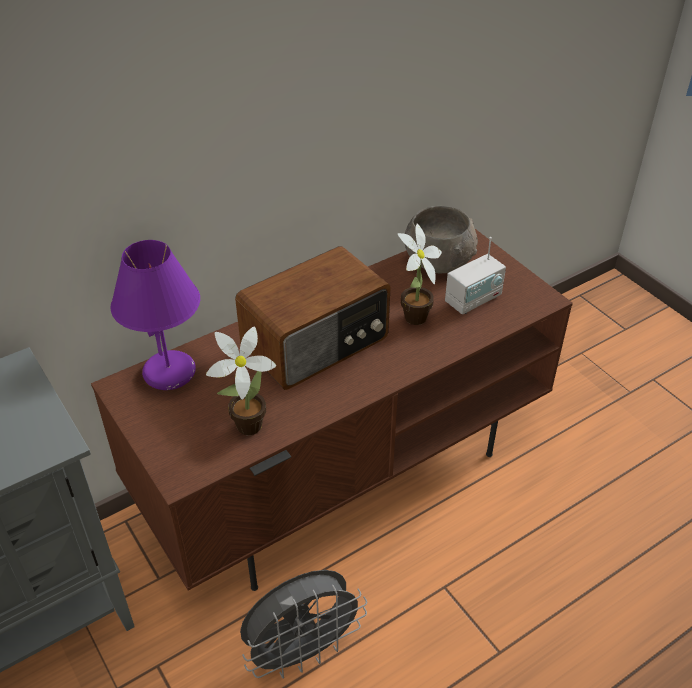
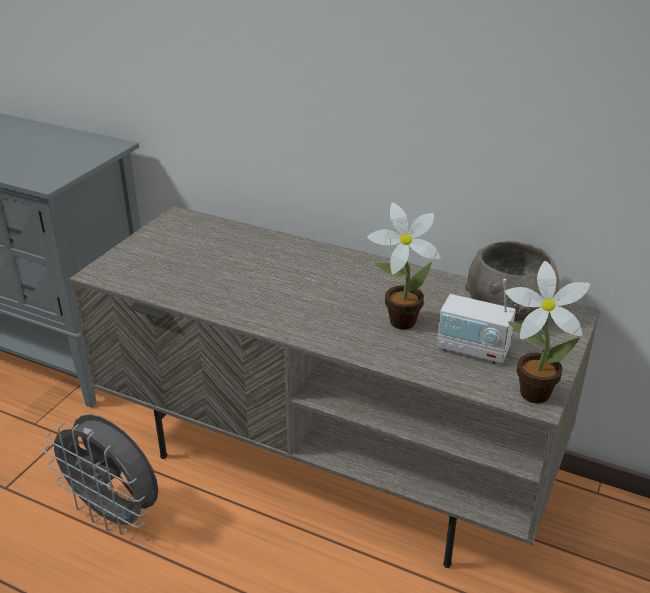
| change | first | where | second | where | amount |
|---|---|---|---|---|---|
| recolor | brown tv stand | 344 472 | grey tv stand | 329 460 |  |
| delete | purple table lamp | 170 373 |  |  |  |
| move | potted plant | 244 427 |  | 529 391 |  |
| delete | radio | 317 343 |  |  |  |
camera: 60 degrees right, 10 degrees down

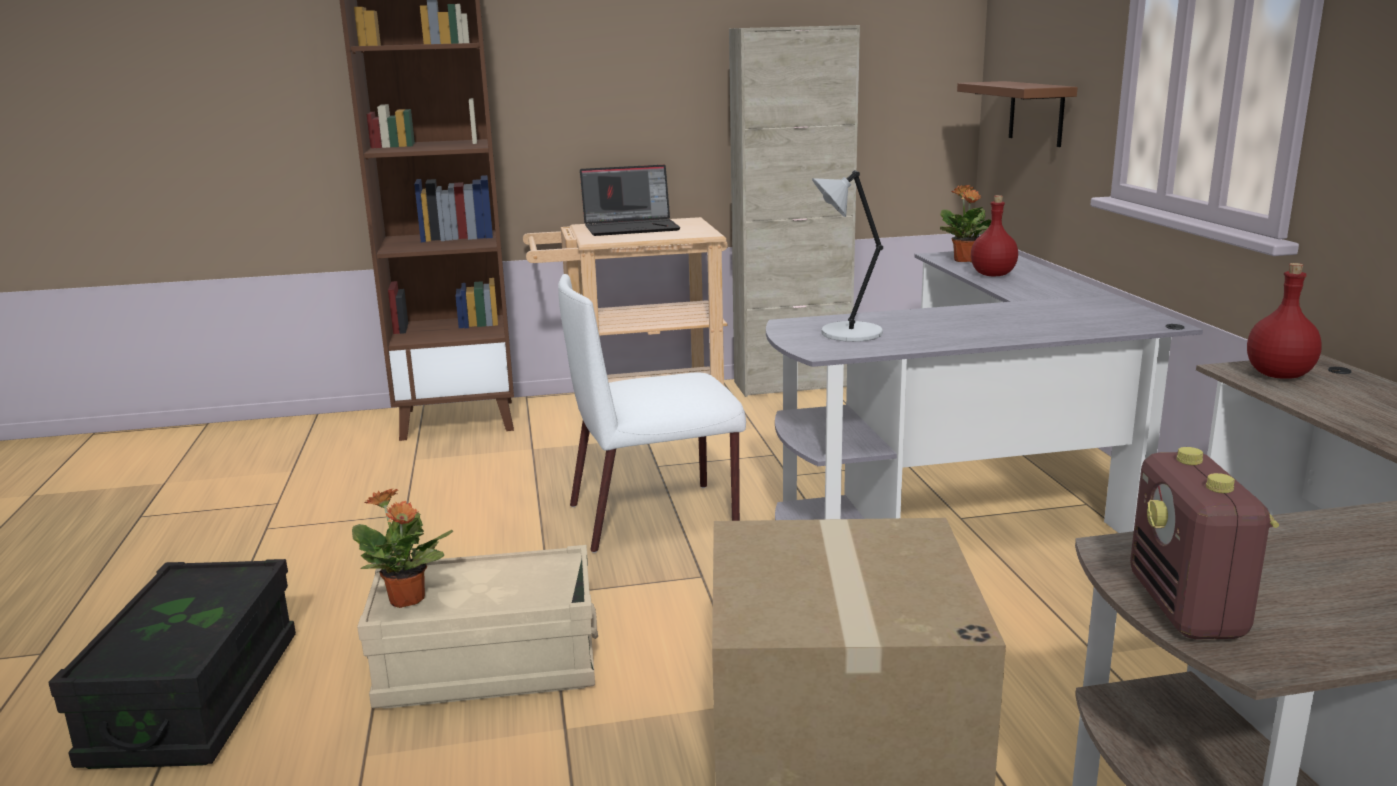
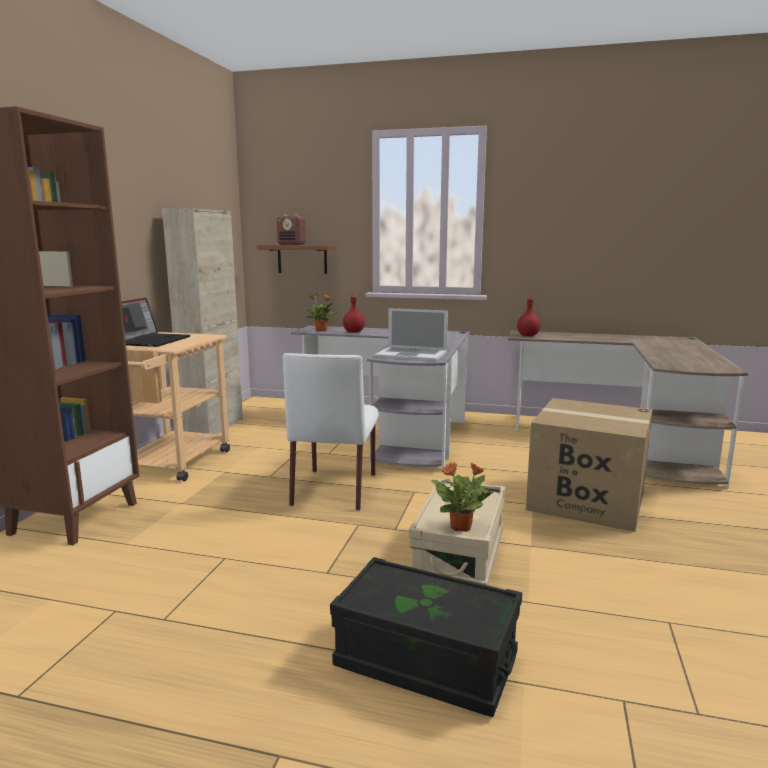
| change | first | where | second | where | amount |
|---|---|---|---|---|---|
| replace | grey table lamp | 847 333 | laptop | 411 354 |  |
| move | radio | 1187 608 |  | 292 244 |  |
camera: 65 degrees left, 5 degrees down

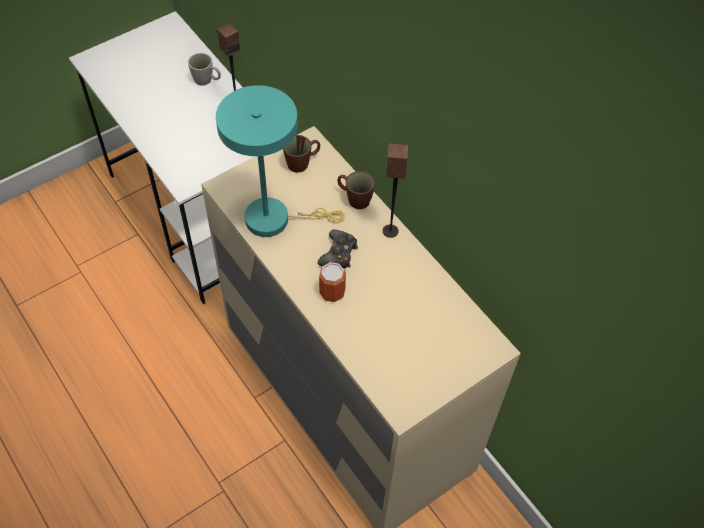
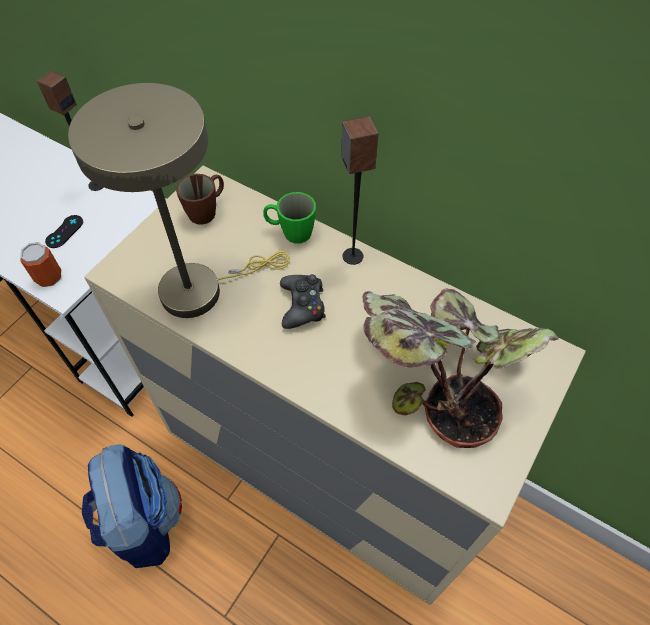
| change | first | where | second | where | amount |
|---|---|---|---|---|---|
| delete | grey mug | 207 80 |  |  |  |
| recolor | turquoise table lamp | 275 218 | beige table lamp | 201 288 |  |
| move | can | 332 292 |  | 49 277 |  |
| recolor | brown mug | 354 198 | green mug | 290 232 |  |
| insert |  |  | black game controller | 64 231 |  |
| insert |  |  | backpack | 143 521 |  |
| insert |  |  | potted plant | 436 373 |  |
camera: 20 degrees left, 0 degrees up

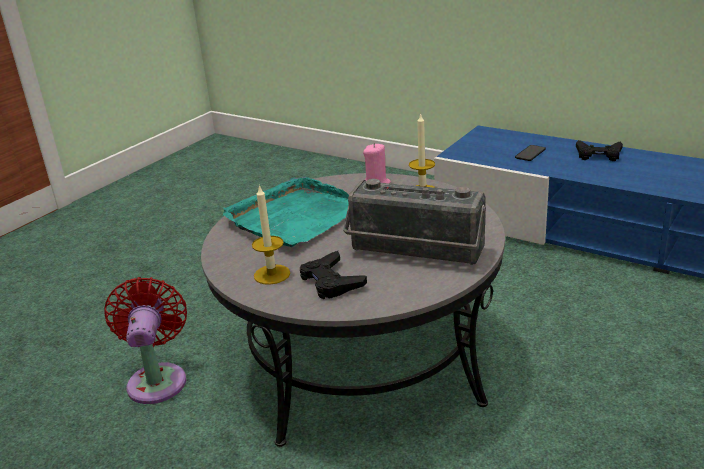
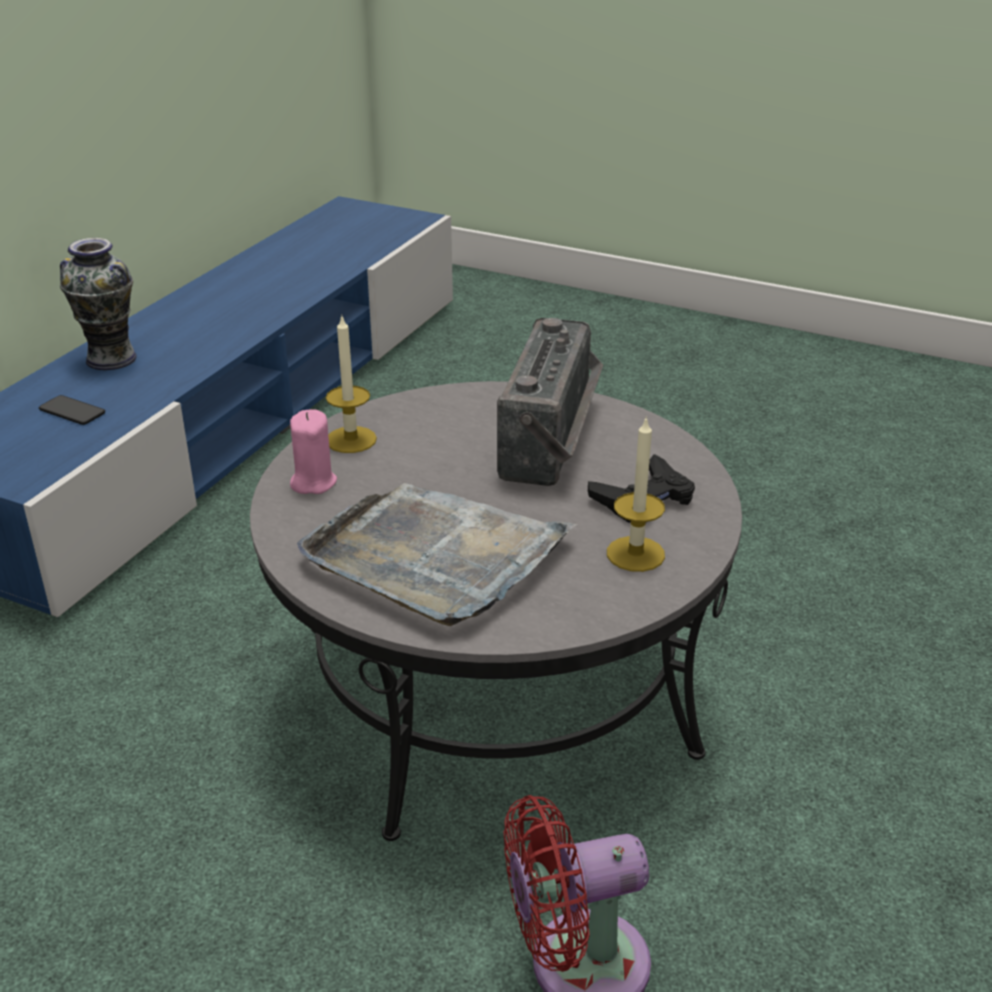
| change | first | where | second | where | amount |
|---|---|---|---|---|---|
| recolor | turquoise tray | 294 217 | grey tray | 435 557 |  |
| replace | black game controller | 598 155 | vase | 111 359 |  |
camera: 100 degrees left, 5 degrees up

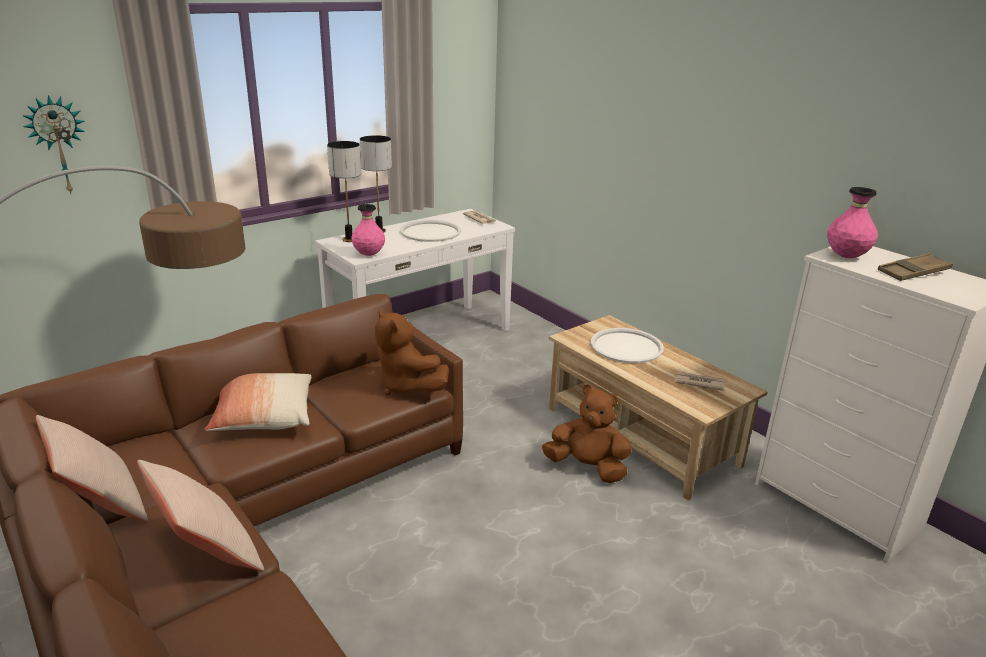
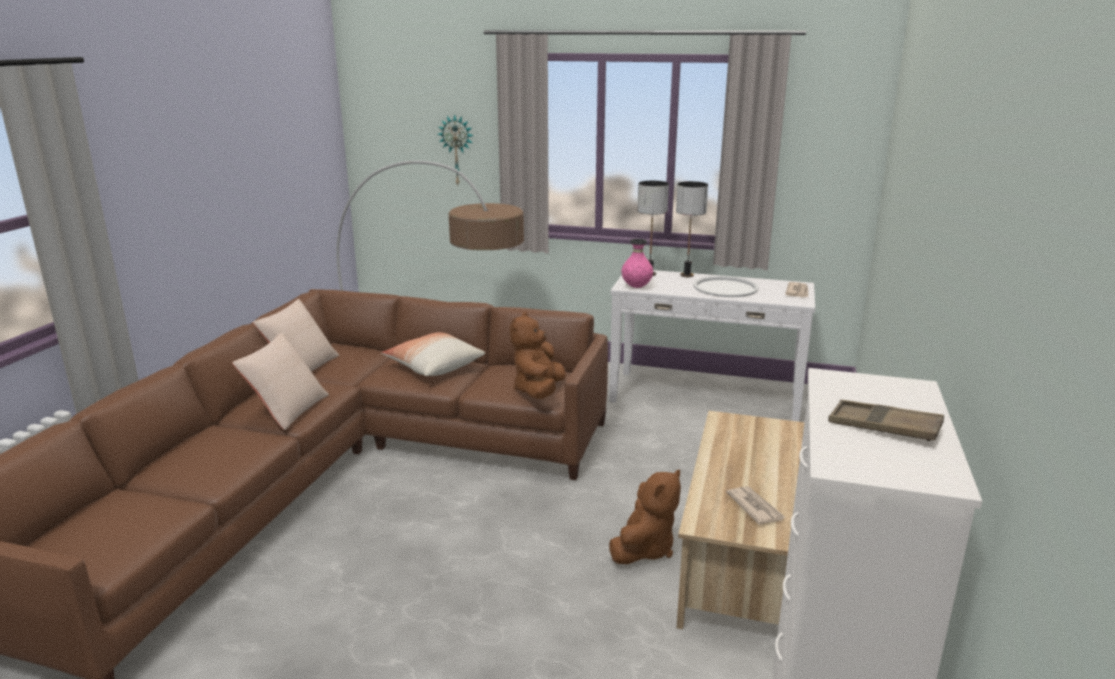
| change | first | where | second | where | amount |
|---|---|---|---|---|---|
| rotate | brown plush toy | 587 468 |  | 644 549 | 45 degrees clockwise |
| delete | white tray | 626 347 |  |  |  |
| delete | pink vase | 846 257 |  |  |  |
camera: 55 degrees right, 5 degrees down

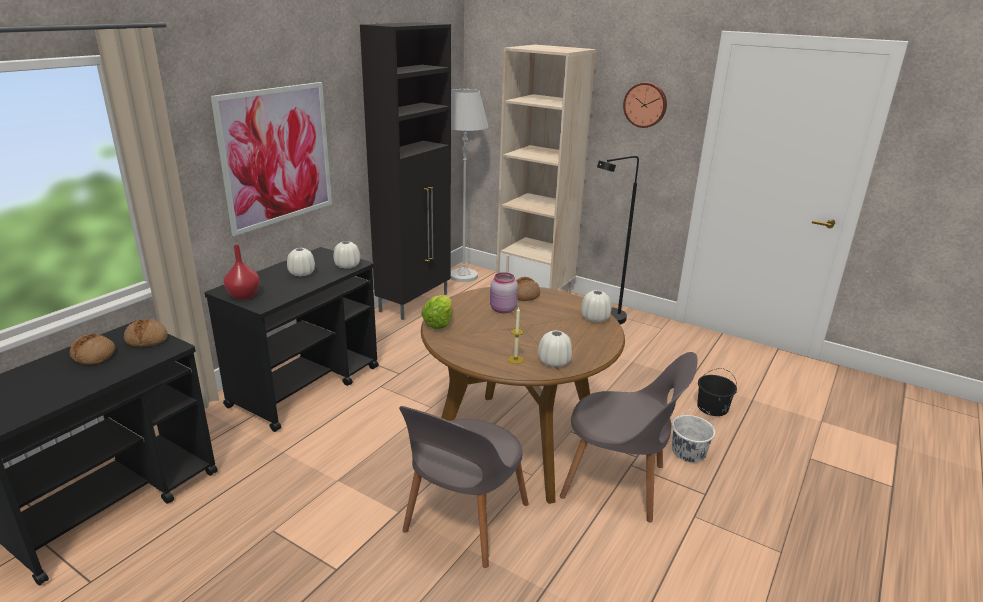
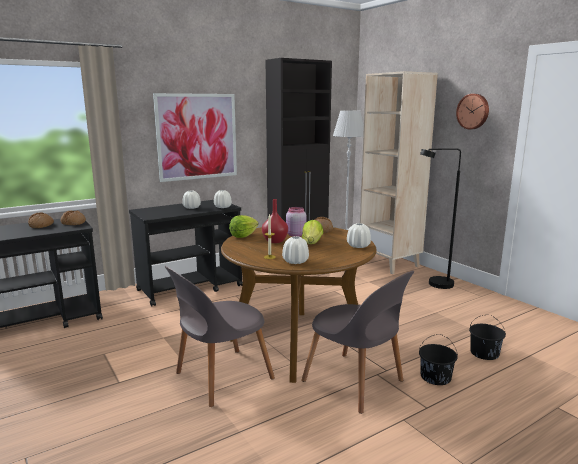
| change | first | where | second | where | amount |
|---|---|---|---|---|---|
| move | red vase | 243 296 |  | 274 241 |  |
| recolor | white bucket | 688 452 | black bucket | 435 377 |  |
| insert |  |  | lettuce | 312 243 |  |
camera: 25 degrees right, 10 degrees down

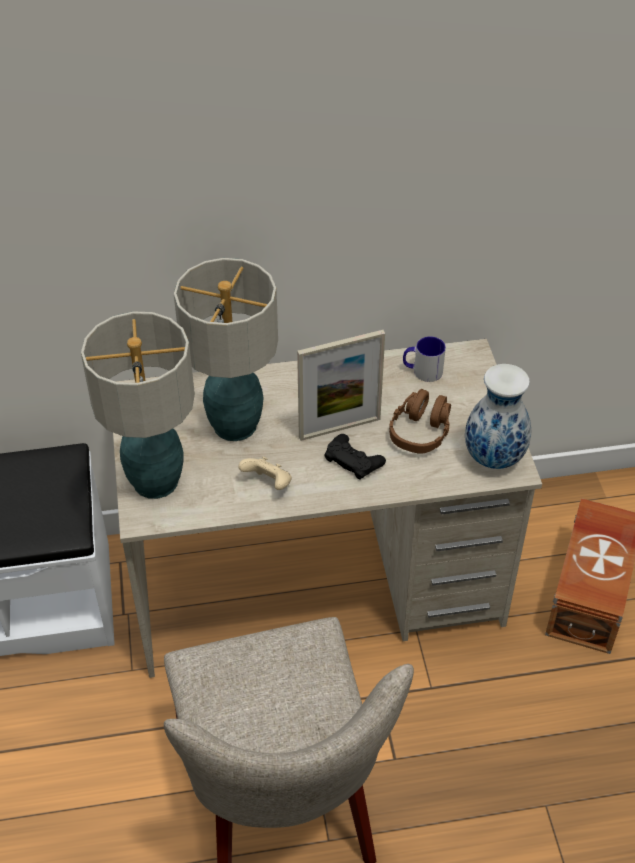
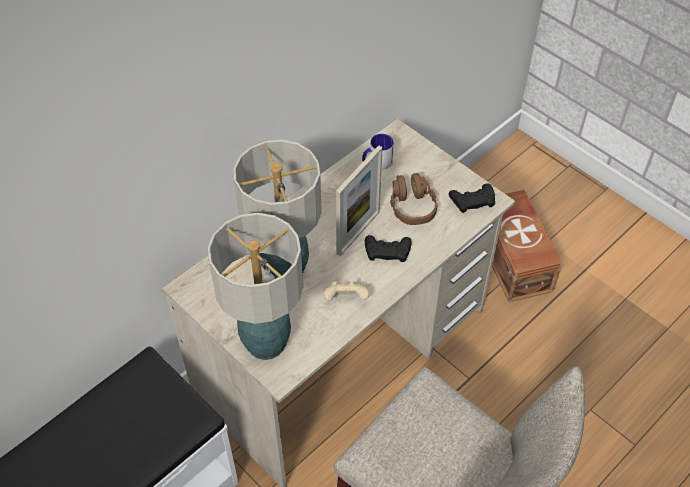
| change | first | where | second | where | amount |
|---|---|---|---|---|---|
| replace | vase | 492 459 | black game controller | 472 200 |  |
camera: 35 degrees left, 5 degrees up

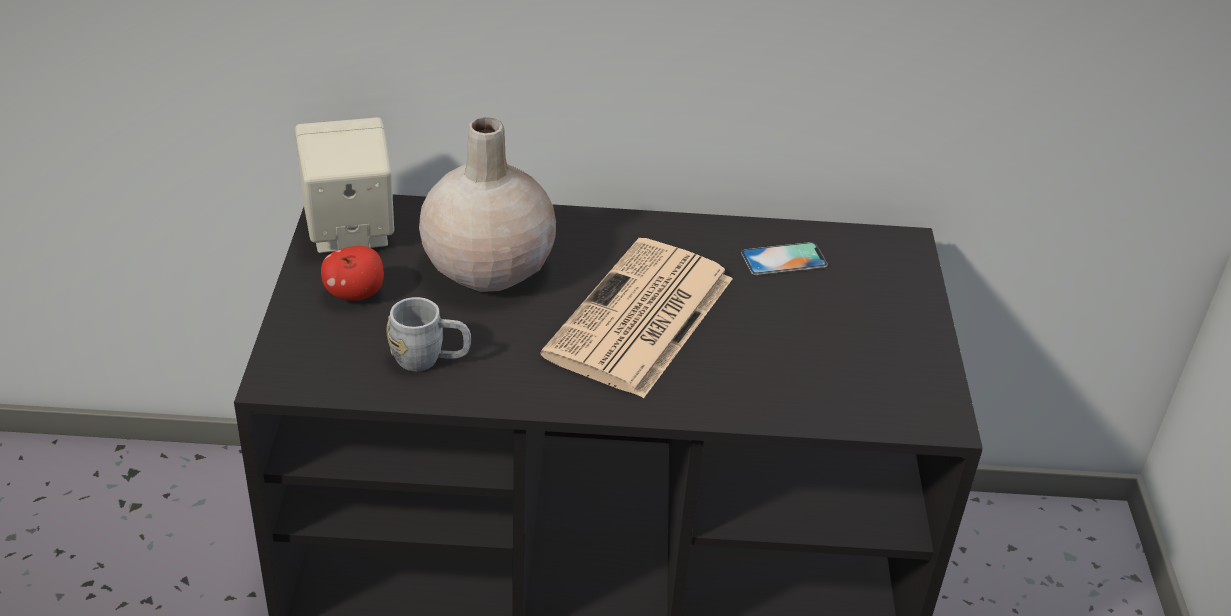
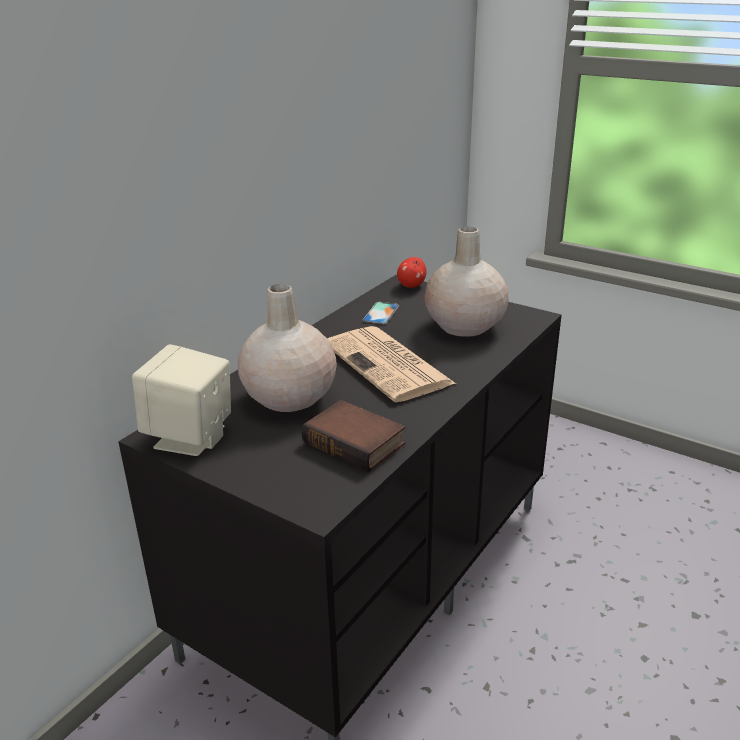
| change | first | where | second | where | amount |
|---|---|---|---|---|---|
| move | apple | 355 294 |  | 411 286 |  |
| replace | grey mug | 429 359 | book | 357 442 |  |
| insert |  |  | beige vase | 464 326 |  |
camera: 55 degrees left, 10 degrees down

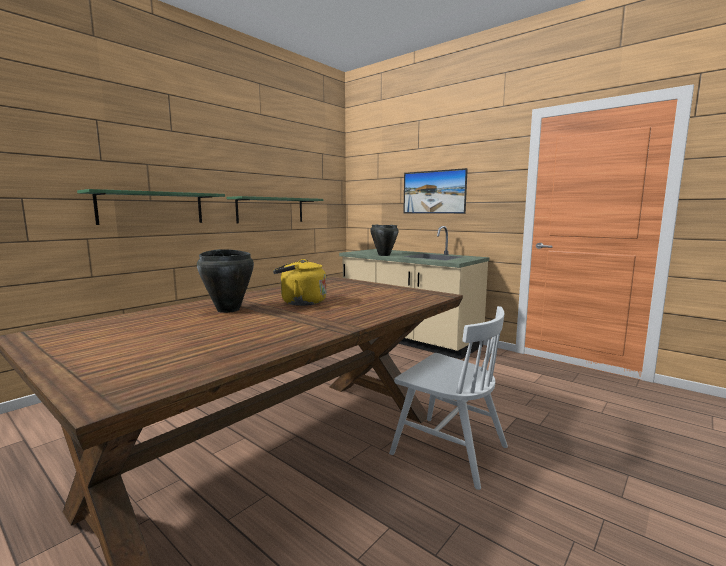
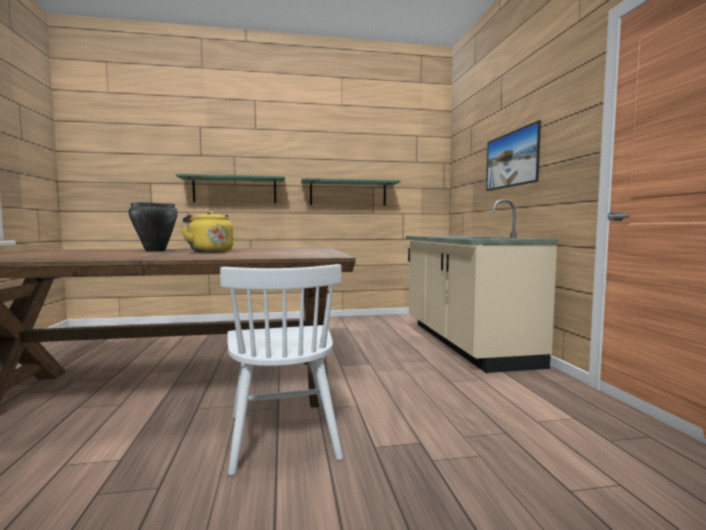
| change | first | where | second | where | amount |
|---|---|---|---|---|---|
| delete | black cooking pot | 383 255 |  |  |  |
camera: 40 degrees right, 5 degrees down

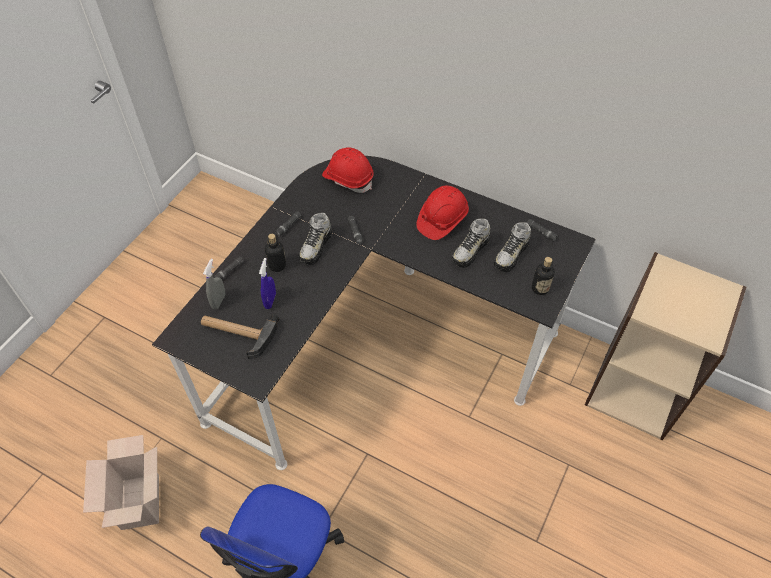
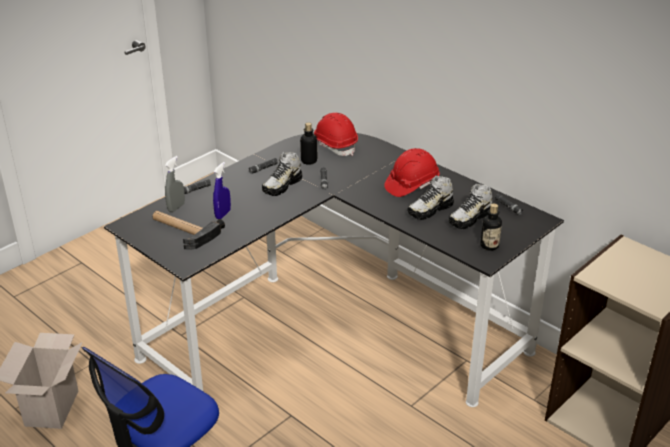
| change | first | where | second | where | amount |
|---|---|---|---|---|---|
| move | bottle | 277 265 |  | 309 161 |  |
camera: 15 degrees right, 20 degrees down

